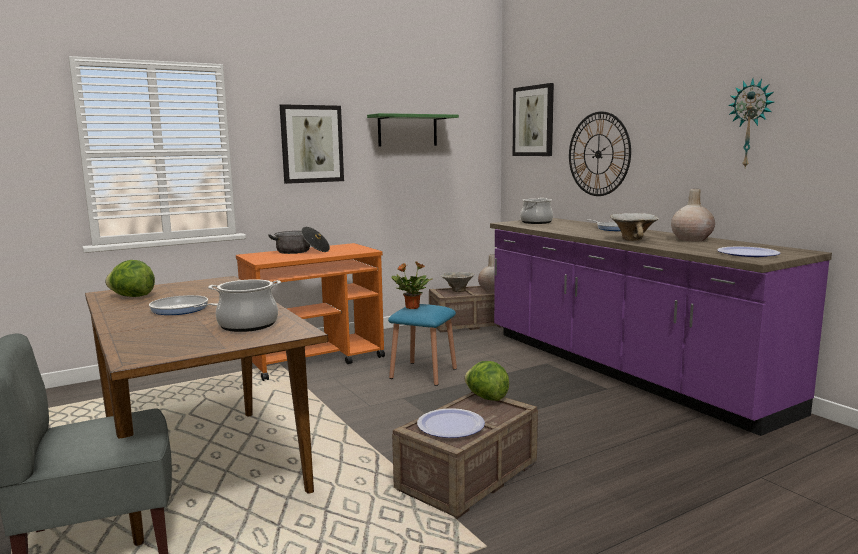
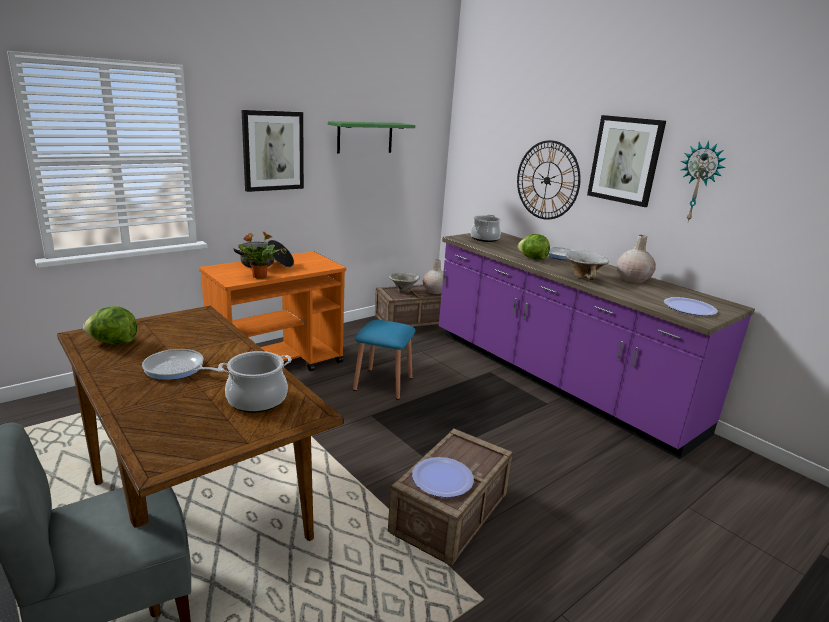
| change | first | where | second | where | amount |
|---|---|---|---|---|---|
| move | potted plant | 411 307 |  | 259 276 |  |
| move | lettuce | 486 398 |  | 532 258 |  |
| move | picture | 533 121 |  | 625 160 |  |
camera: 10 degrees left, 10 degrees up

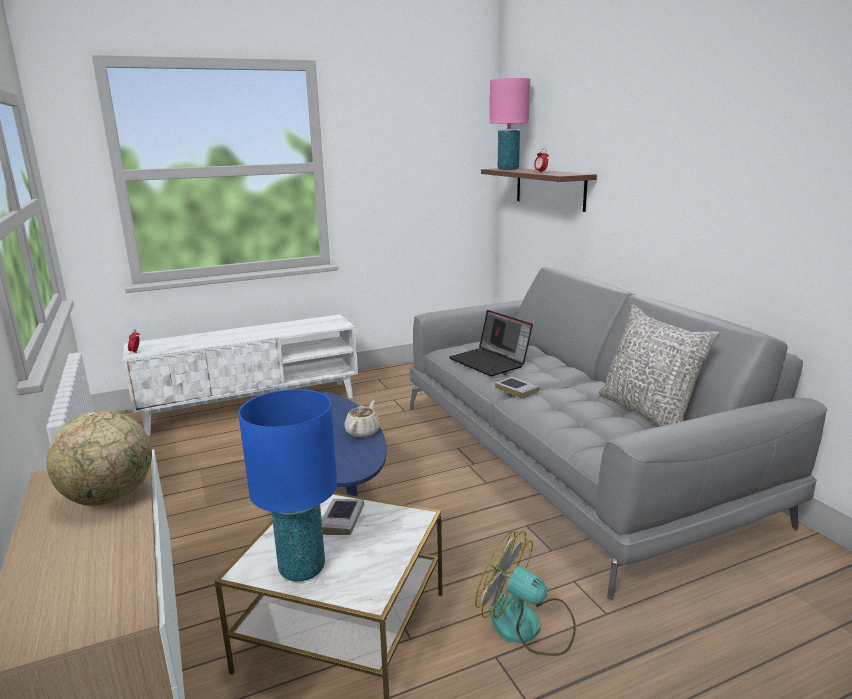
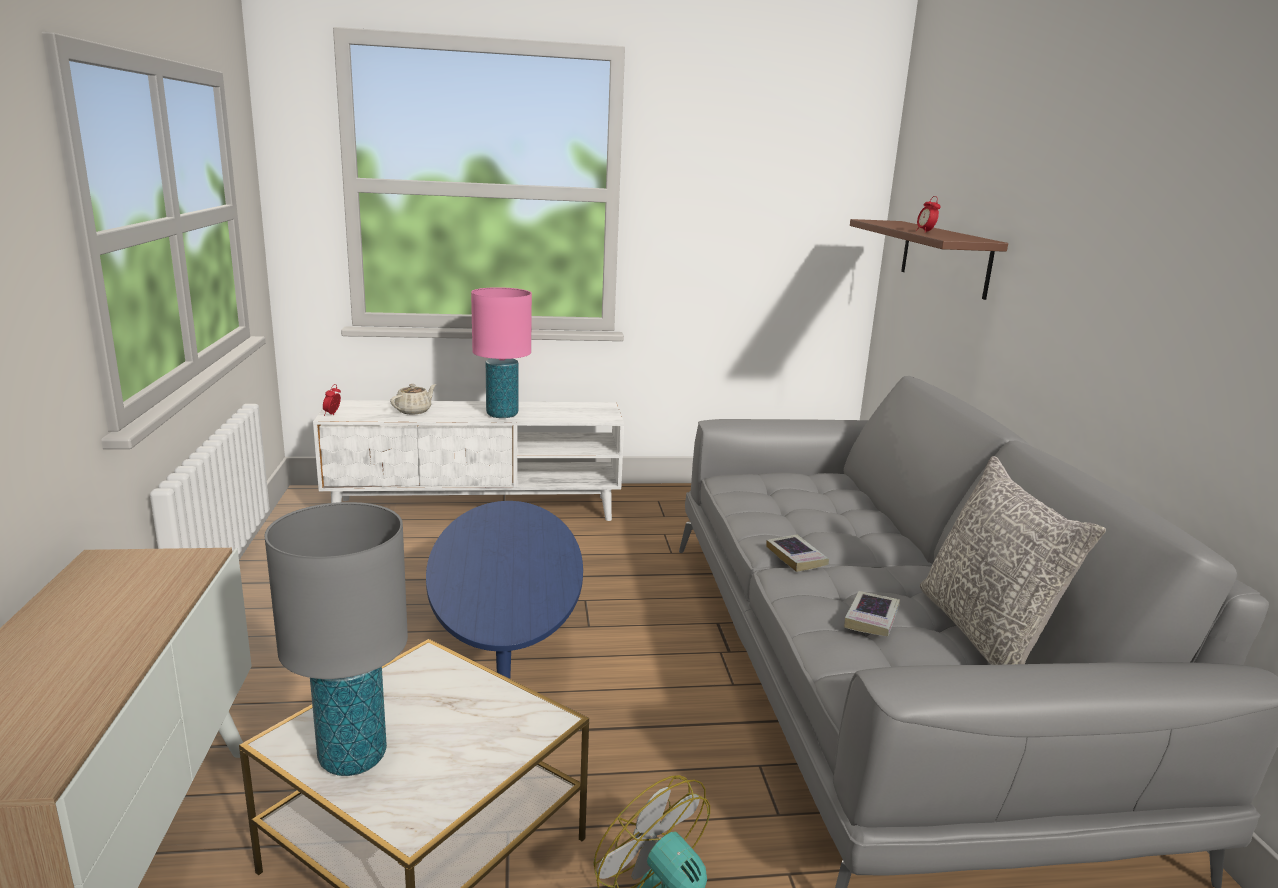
| change | first | where | second | where | amount |
|---|---|---|---|---|---|
| delete | globe | 110 497 |  |  |  |
| recolor | blue table lamp | 302 569 | grey table lamp | 353 757 |  |
| move | book | 342 520 |  | 871 618 |  |
| move | beige teapot | 363 431 |  | 414 411 |  |
| delete | laptop | 490 362 |  |  |  |
| move | pink table lamp | 508 169 |  | 502 414 |  |
camera: 15 degrees right, 0 degrees up

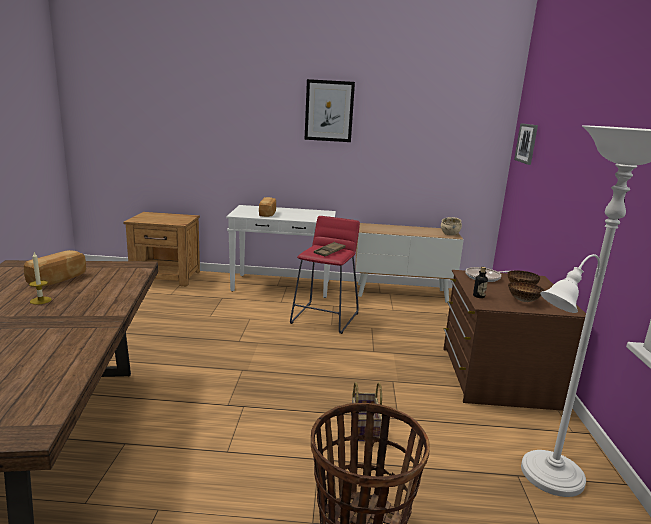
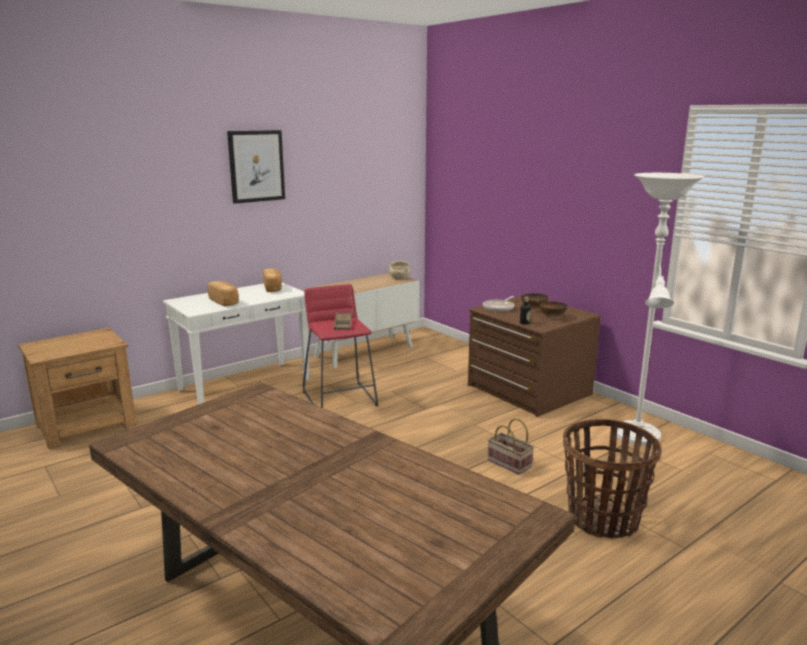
| change | first | where | second | where | amount |
|---|---|---|---|---|---|
| move | bread | 58 279 |  | 273 288 |  |
| delete | candle | 40 300 |  |  |  |
| delete | picture | 526 143 |  |  |  |
camera: 40 degrees left, 0 degrees up

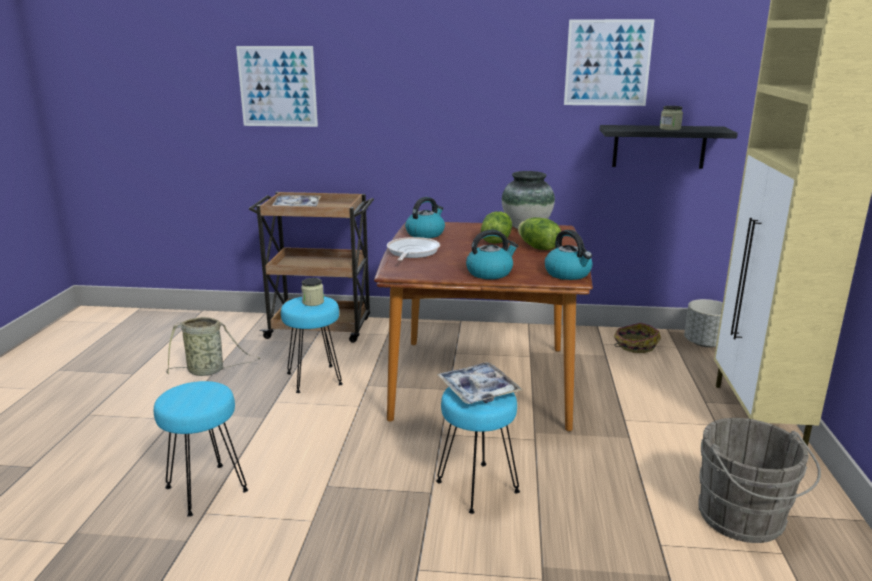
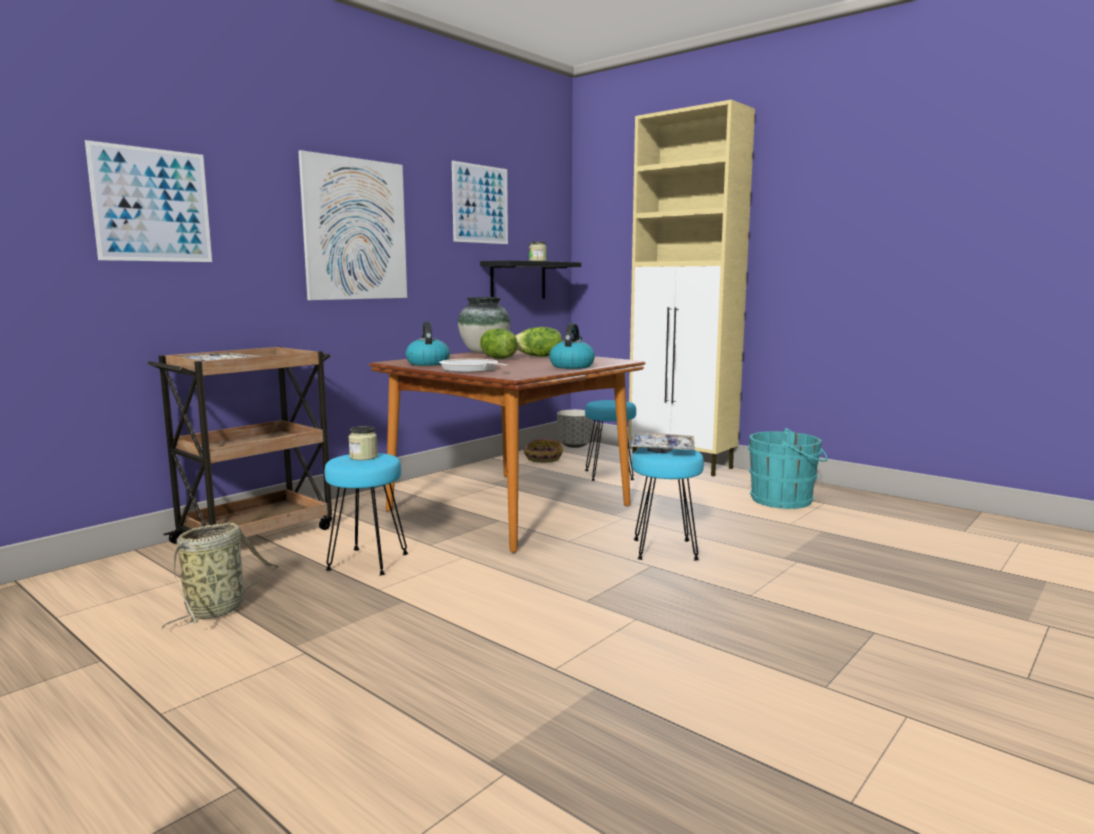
| change | first | where | second | where | amount |
|---|---|---|---|---|---|
| move | turquoise stool | 206 490 |  | 609 475 |  |
| delete | kettle | 568 274 |  |  |  |
| recolor | grey bucket | 744 520 | turquoise bucket | 785 500 |  |
| insert |  |  | picture | 355 229 |  |
camera: 55 degrees left, 10 degrees down

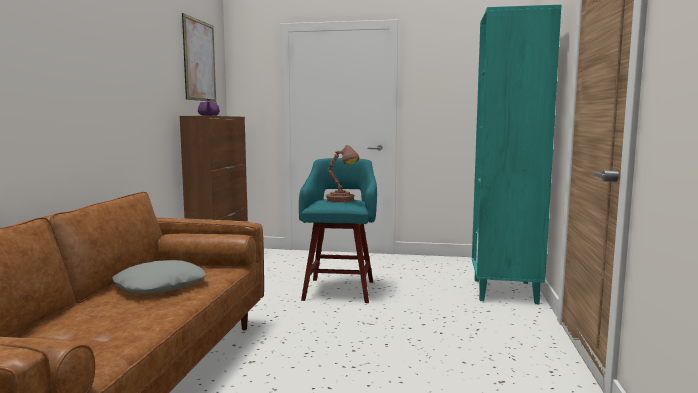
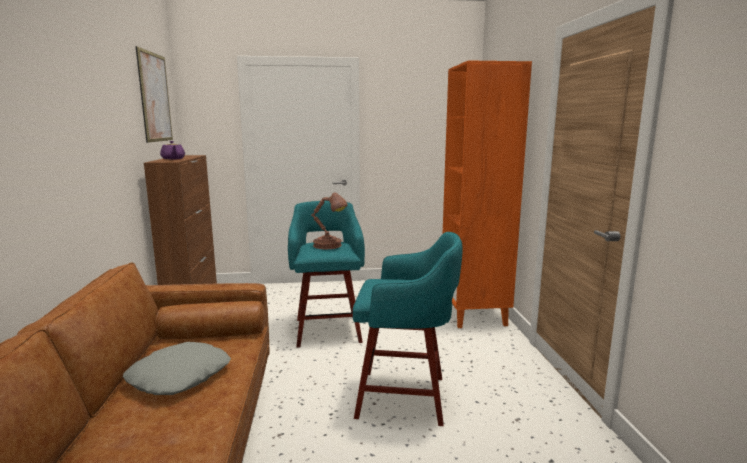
| change | first | where | second | where | amount |
|---|---|---|---|---|---|
| recolor | turquoise bookcase | 505 291 | orange bookcase | 474 314 |  |
| insert |  |  | turquoise stool | 405 397 |  |
camera: 15 degrees left, 5 degrees up

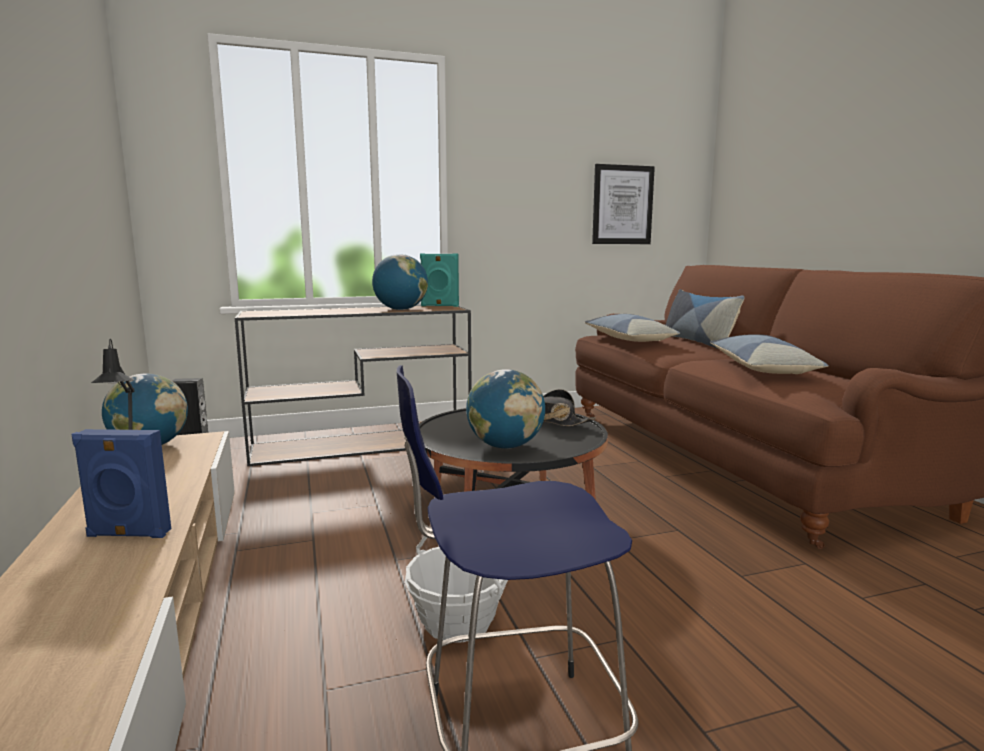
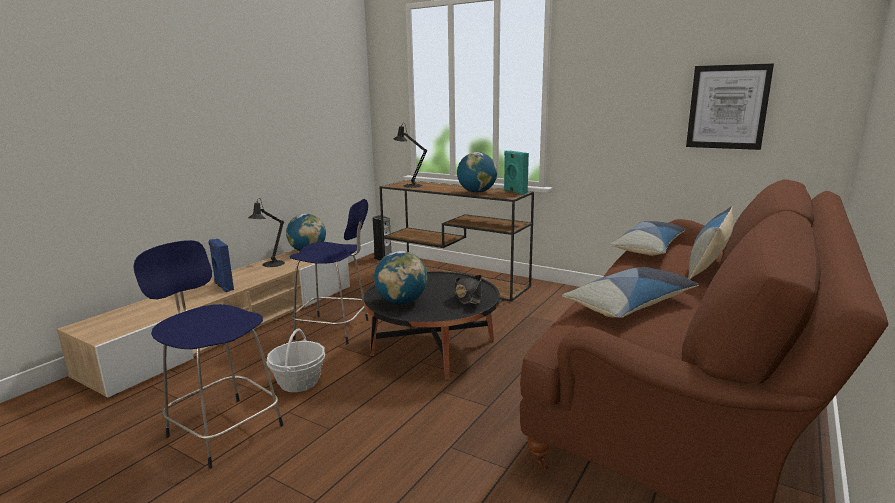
| change | first | where | second | where | amount |
|---|---|---|---|---|---|
| insert |  |  | blue stool | 335 329 |  |
| insert |  |  | black table lamp | 410 185 |  |
camera: 50 degrees right, 5 degrees up

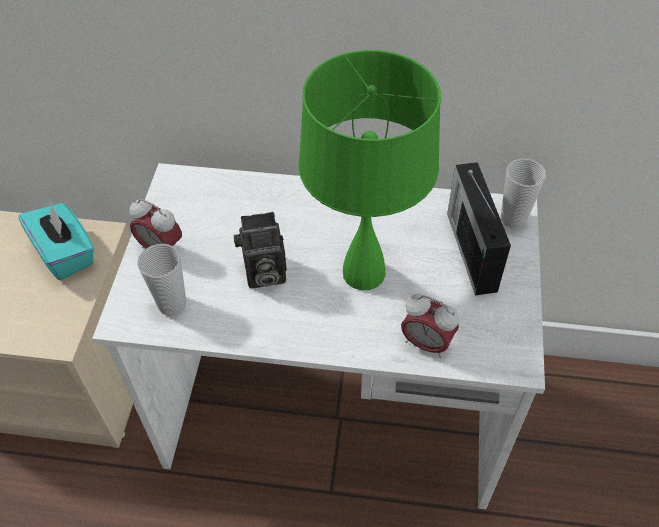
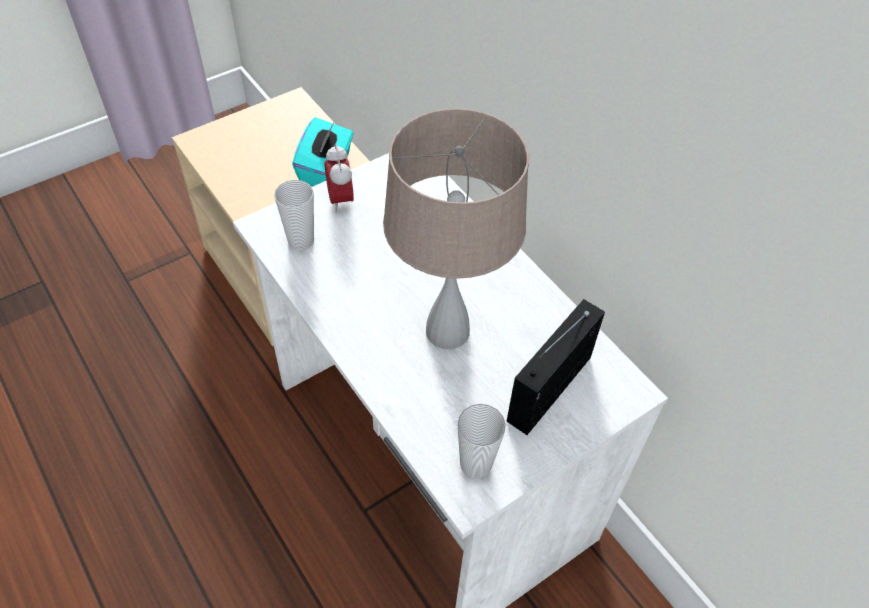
| change | first | where | second | where | amount |
|---|---|---|---|---|---|
| delete | photo camera | 263 274 |  |  |  |
| recolor | green table lamp | 364 273 | beige table lamp | 447 332 |  |
| delete | alarm clock | 426 343 |  |  |  |
| move | cup | 513 219 |  | 475 464 |  |
camera: 45 degrees right, 0 degrees up

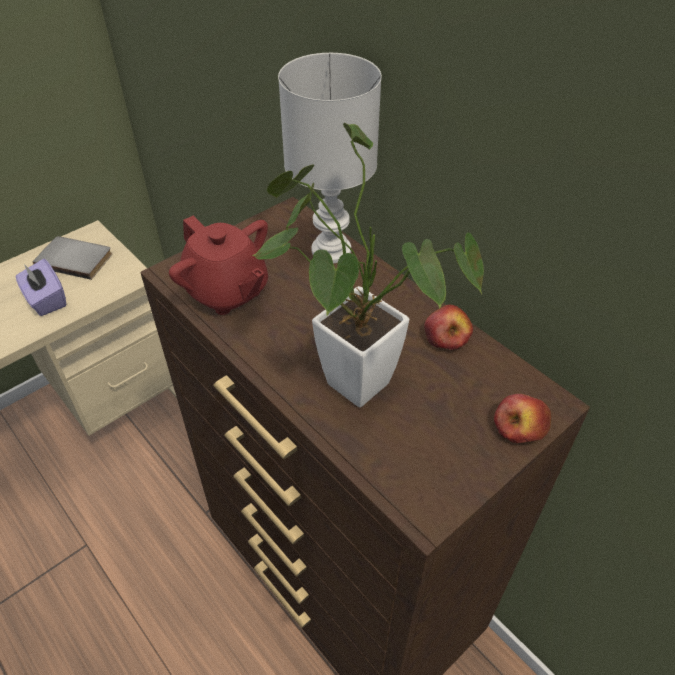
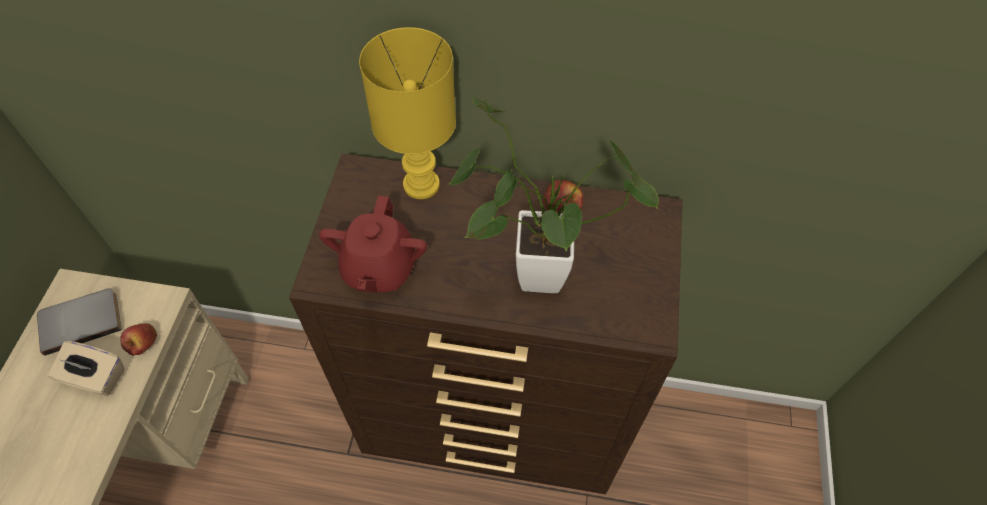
| change | first | where | second | where | amount |
|---|---|---|---|---|---|
| recolor | purple tissue box | 46 300 | beige tissue box | 95 378 |  |
| rotate | red teapot | 227 292 |  | 379 269 | 90 degrees clockwise |
| recolor | white table lamp | 329 250 | yellow table lamp | 419 185 |  |
| move | apple | 520 427 |  | 142 342 |  |
camera: 40 degrees left, 10 degrees up

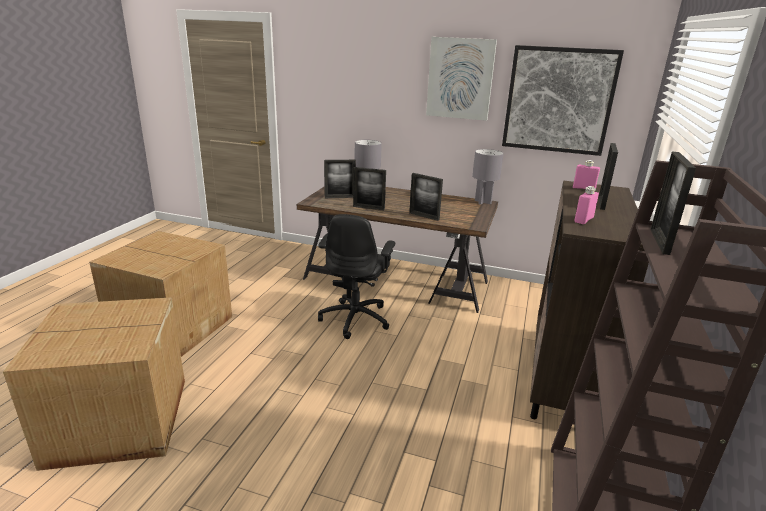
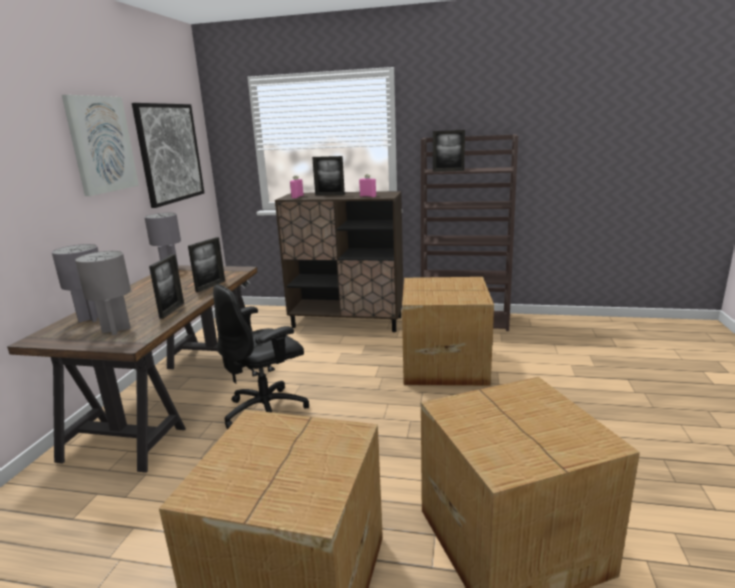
| change | first | where | second | where | amount |
|---|---|---|---|---|---|
| rotate | black office chair | 356 318 |  | 267 411 | 135 degrees clockwise |
| replace | picture frame | 340 197 | grey table lamp | 116 330 |  |
| insert |  |  | cardboard box | 443 364 |  |
camera: 95 degrees left, 5 degrees down

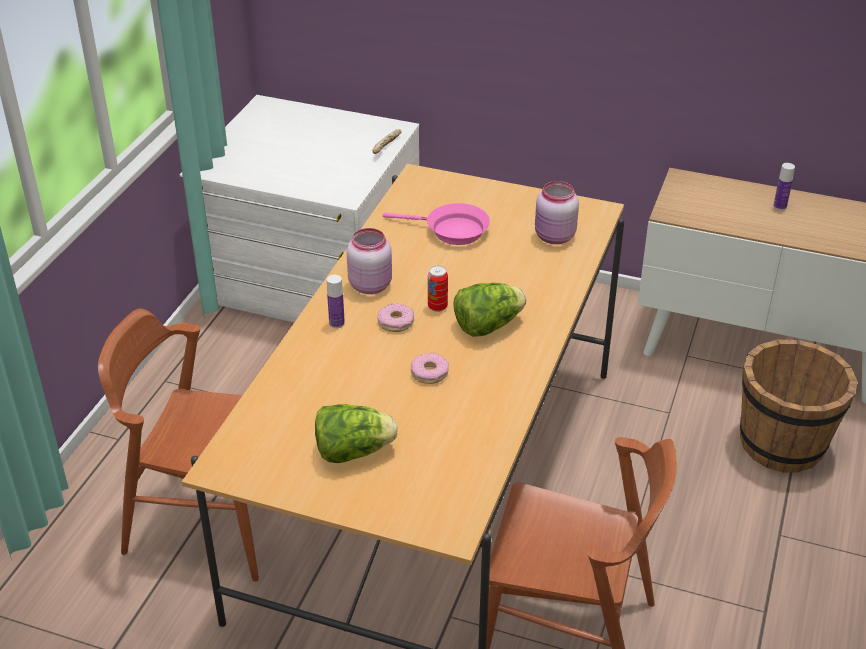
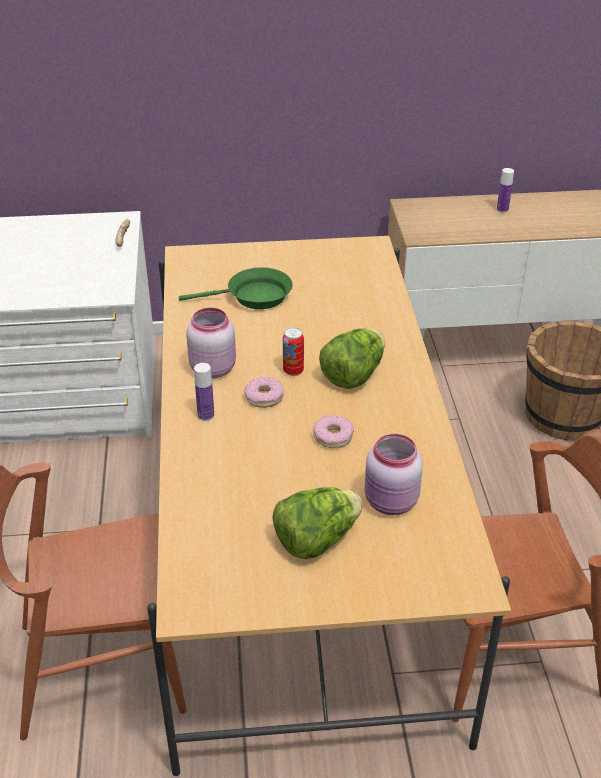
| change | first | where | second | where | amount |
|---|---|---|---|---|---|
| recolor | pink frying pan | 451 231 | green frying pan | 253 297 |  |
| move | pink jar | 554 237 |  | 391 503 |  |
camera: 25 degrees left, 0 degrees up

